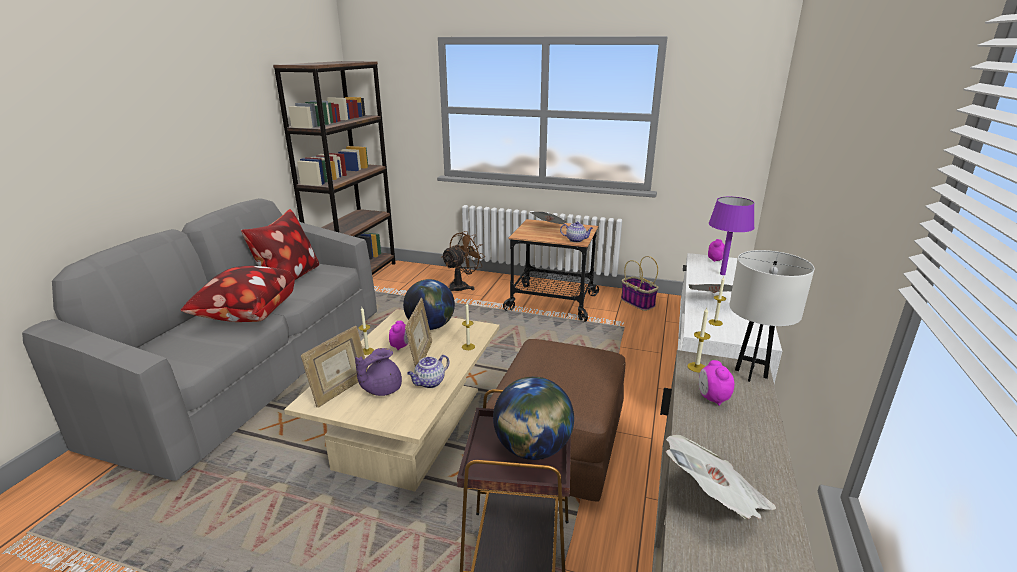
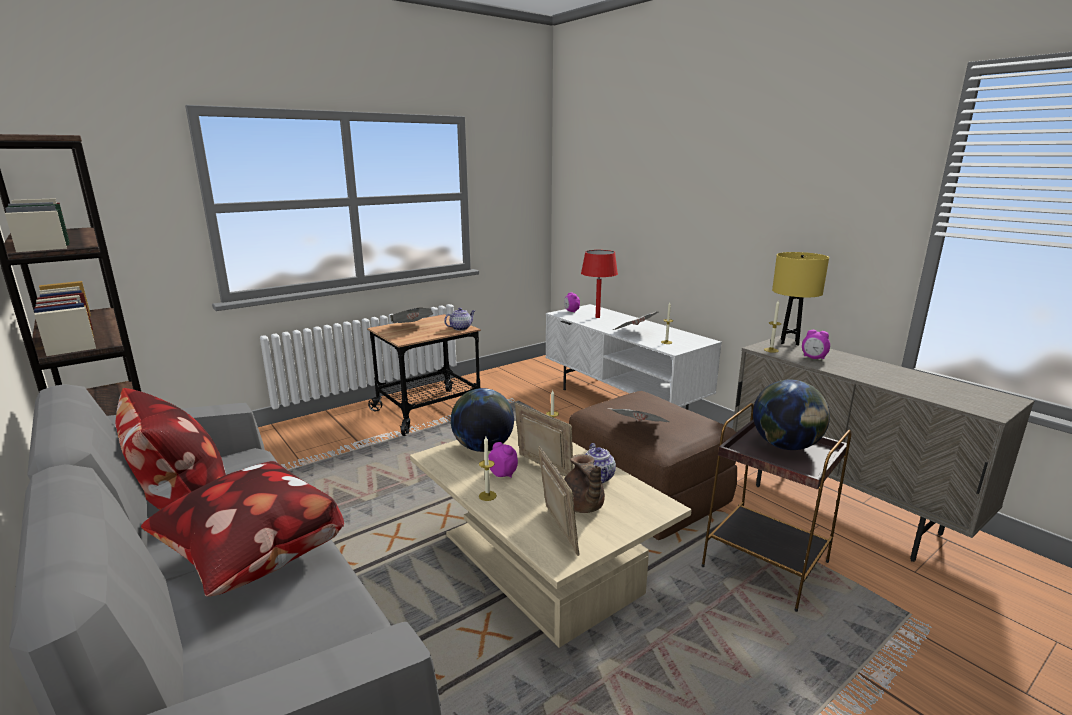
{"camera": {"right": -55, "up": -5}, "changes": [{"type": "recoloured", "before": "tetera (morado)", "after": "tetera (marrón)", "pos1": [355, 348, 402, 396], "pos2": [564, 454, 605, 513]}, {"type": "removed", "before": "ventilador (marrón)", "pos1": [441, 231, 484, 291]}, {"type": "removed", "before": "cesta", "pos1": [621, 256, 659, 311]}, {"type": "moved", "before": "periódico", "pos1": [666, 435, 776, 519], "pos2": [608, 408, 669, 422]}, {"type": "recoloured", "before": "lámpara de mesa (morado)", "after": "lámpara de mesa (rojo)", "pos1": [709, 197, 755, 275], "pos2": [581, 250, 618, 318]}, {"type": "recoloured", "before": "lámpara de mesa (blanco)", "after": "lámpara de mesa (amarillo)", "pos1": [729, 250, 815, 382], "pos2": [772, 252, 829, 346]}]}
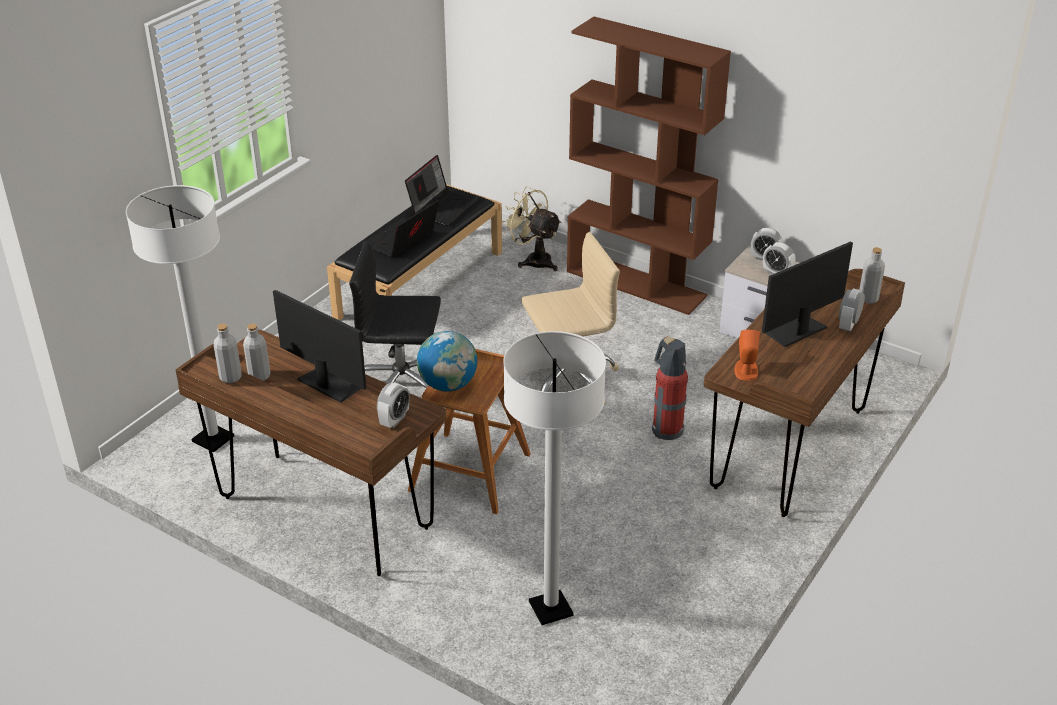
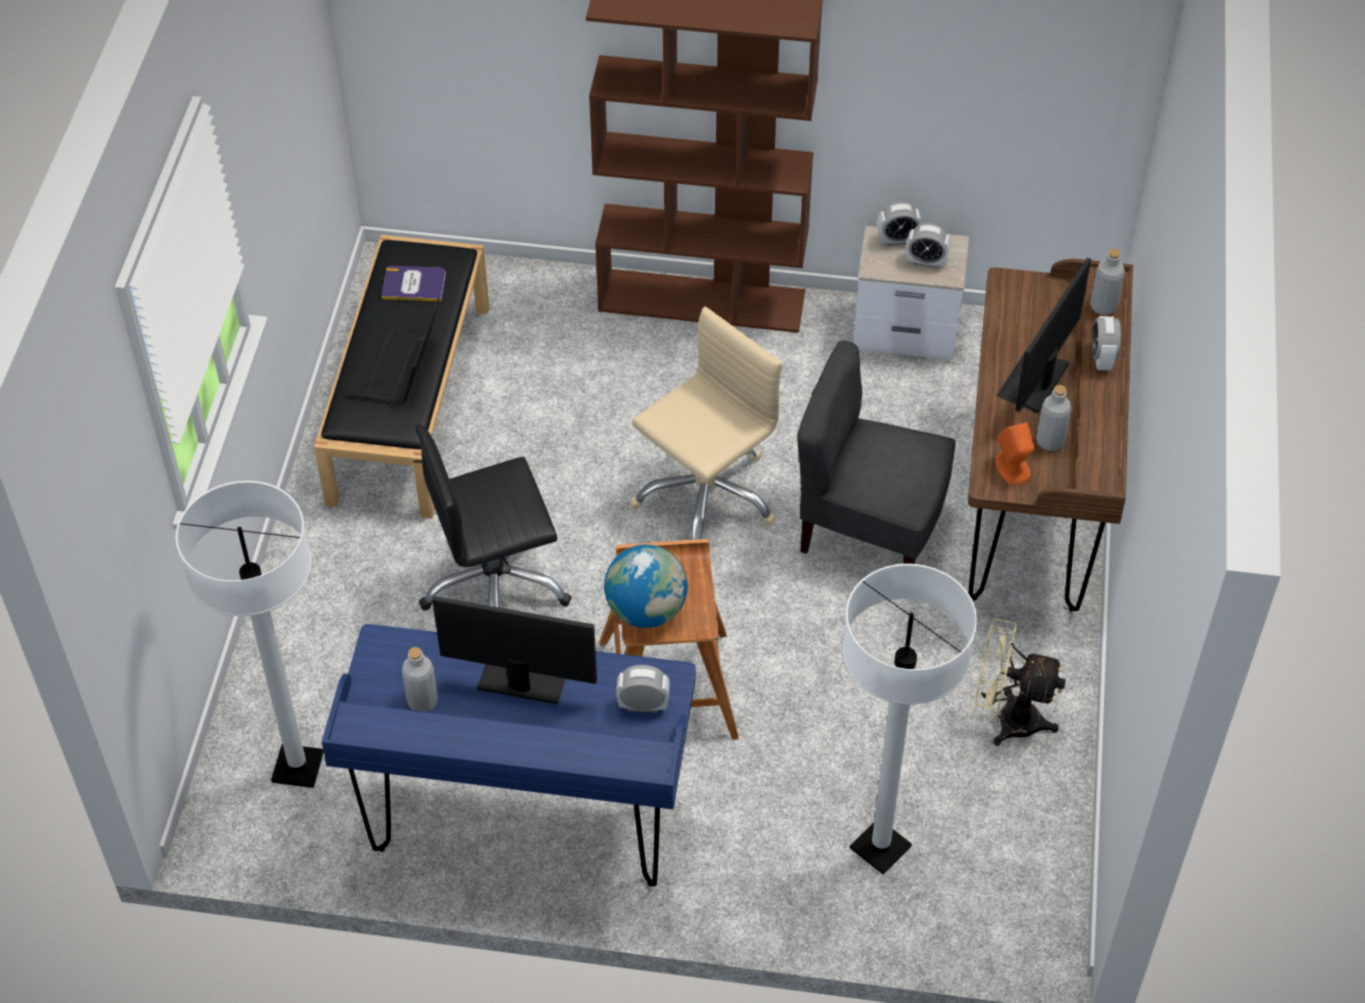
{"camera": {"right": -25, "up": 15}, "changes": [{"type": "recoloured", "before": "escritorio (marrón)", "after": "escritorio (azul)", "pos1": [175, 330, 446, 576], "pos2": [322, 624, 696, 887]}, {"type": "moved", "before": "botella (gris)", "pos1": [214, 324, 242, 383], "pos2": [1036, 385, 1072, 451]}, {"type": "turned", "before": "despertador", "pos1": [377, 382, 410, 428], "pos2": [616, 665, 670, 713], "turn": -90}, {"type": "replaced", "before": "portátil", "after": "libro", "pos1": [405, 155, 479, 226], "pos2": [381, 266, 446, 301]}, {"type": "moved", "before": "ventilador (beis)", "pos1": [501, 186, 562, 271], "pos2": [973, 619, 1066, 746]}, {"type": "replaced", "before": "extintor", "after": "silla (gris)", "pos1": [652, 337, 688, 440], "pos2": [797, 340, 956, 564]}]}
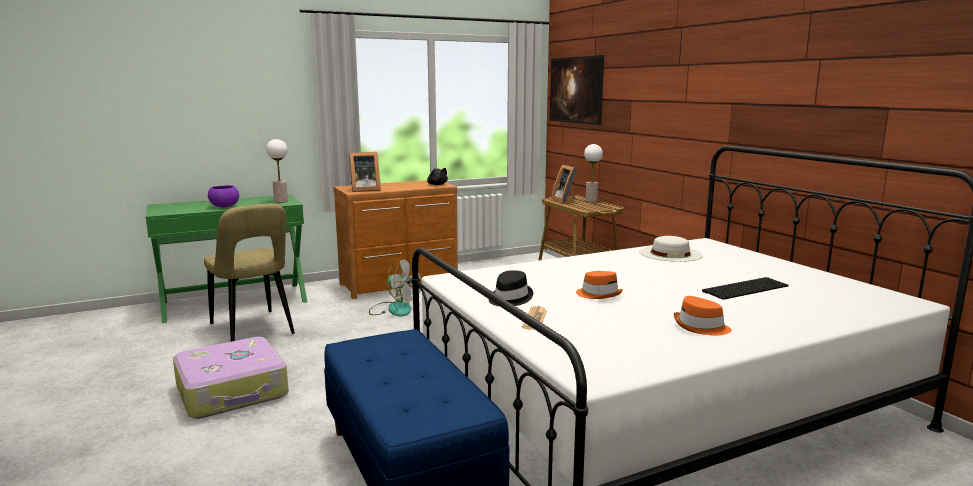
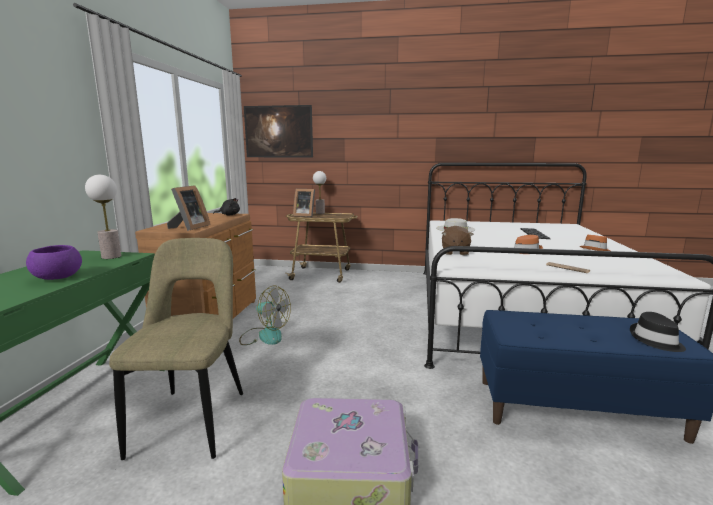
{"camera": {"right": -55, "up": 0}, "changes": [{"type": "turned", "before": "silla (beis)", "pos1": [204, 203, 295, 342], "pos2": [109, 238, 243, 460], "turn": -90}, {"type": "turned", "before": "ventilador", "pos1": [369, 258, 422, 316], "pos2": [239, 286, 291, 345], "turn": 45}, {"type": "moved", "before": "sombrero (negro)", "pos1": [488, 270, 533, 306], "pos2": [630, 312, 686, 352]}, {"type": "added", "after": "peluche (marrón)", "pos2": [442, 226, 473, 255]}]}
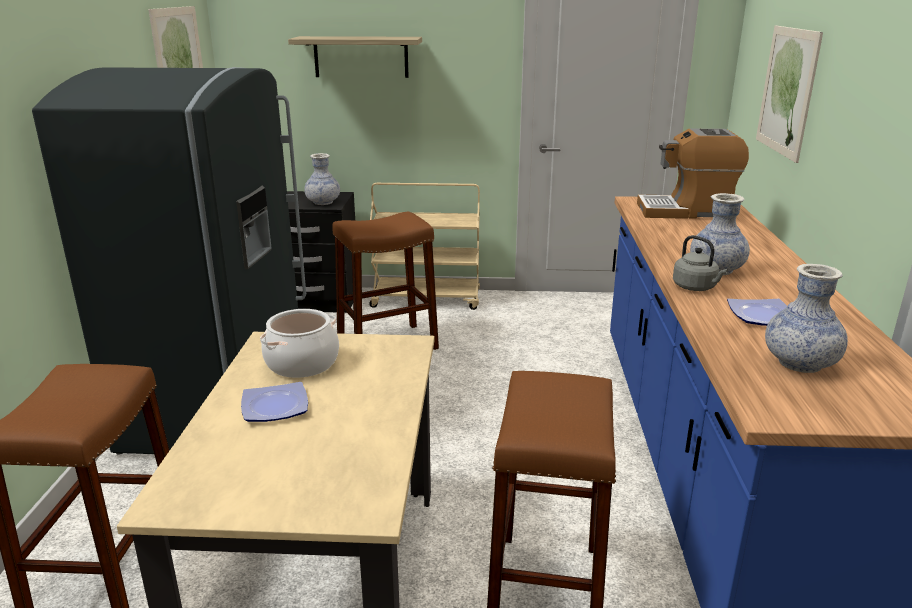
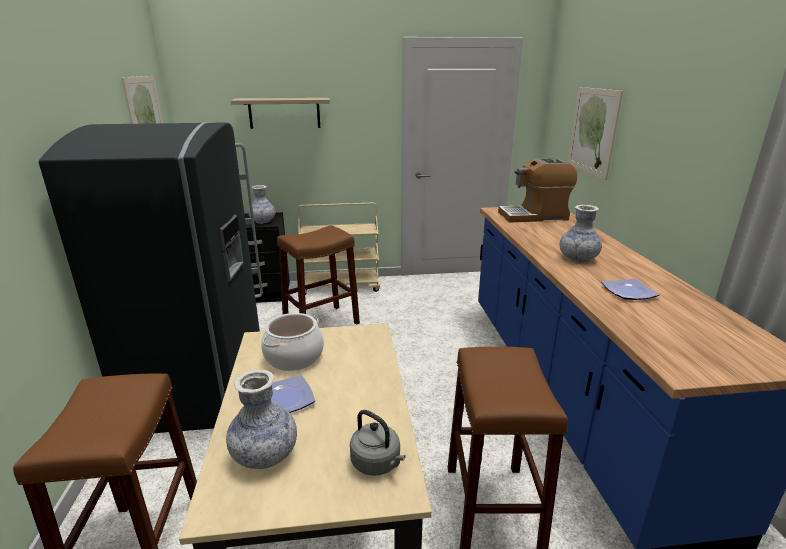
{"camera": {"right": -10, "up": 0}, "changes": [{"type": "moved", "before": "hervidor (gris)", "pos1": [673, 235, 728, 291], "pos2": [350, 410, 406, 476]}, {"type": "moved", "before": "florero", "pos1": [765, 264, 848, 373], "pos2": [226, 370, 297, 469]}]}
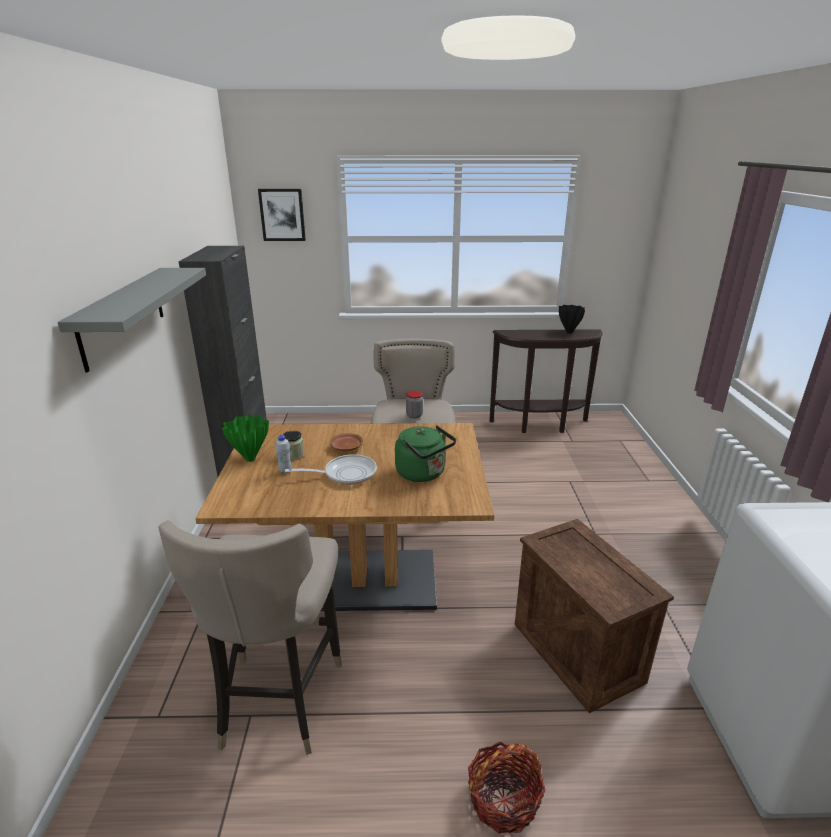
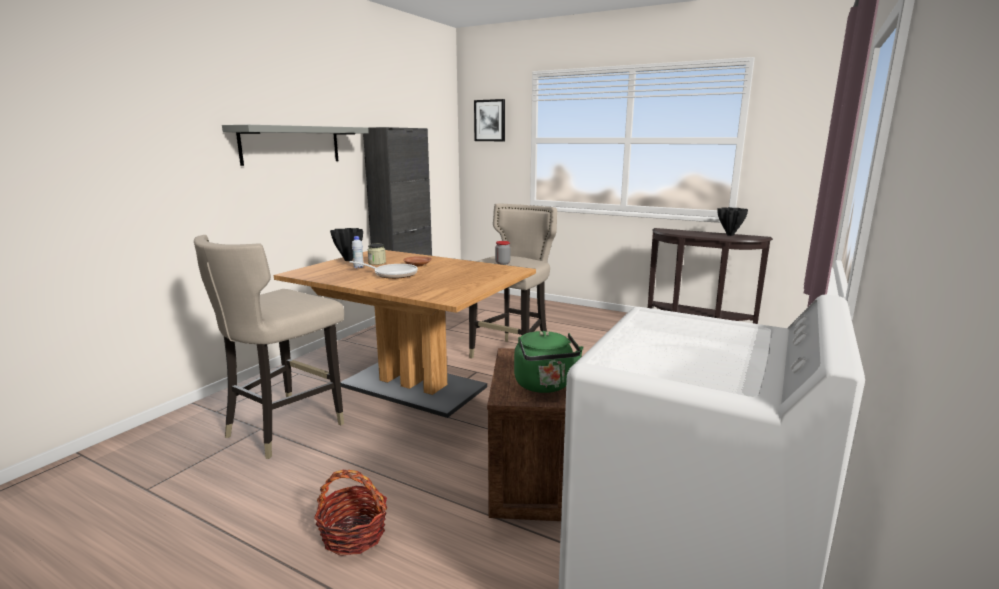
{"camera": {"right": 30, "up": -10}, "changes": [{"type": "recoloured", "before": "florero (verde)", "after": "florero (negro)", "pos1": [222, 414, 269, 462], "pos2": [330, 228, 363, 261]}, {"type": "moved", "before": "hervidor (verde)", "pos1": [395, 425, 456, 482], "pos2": [514, 331, 584, 393]}]}
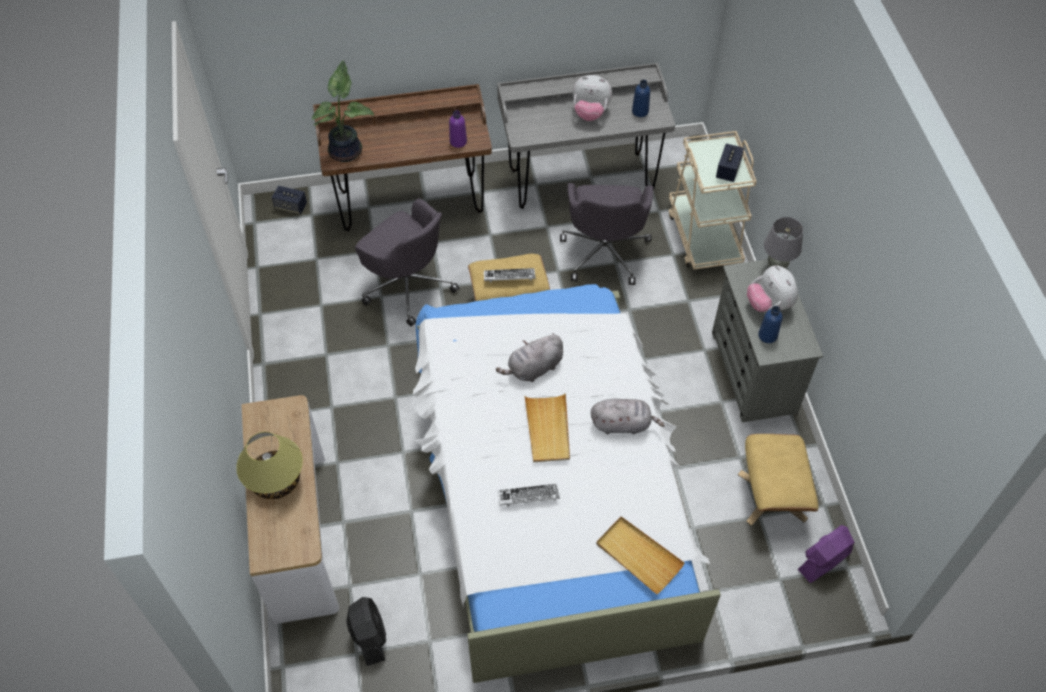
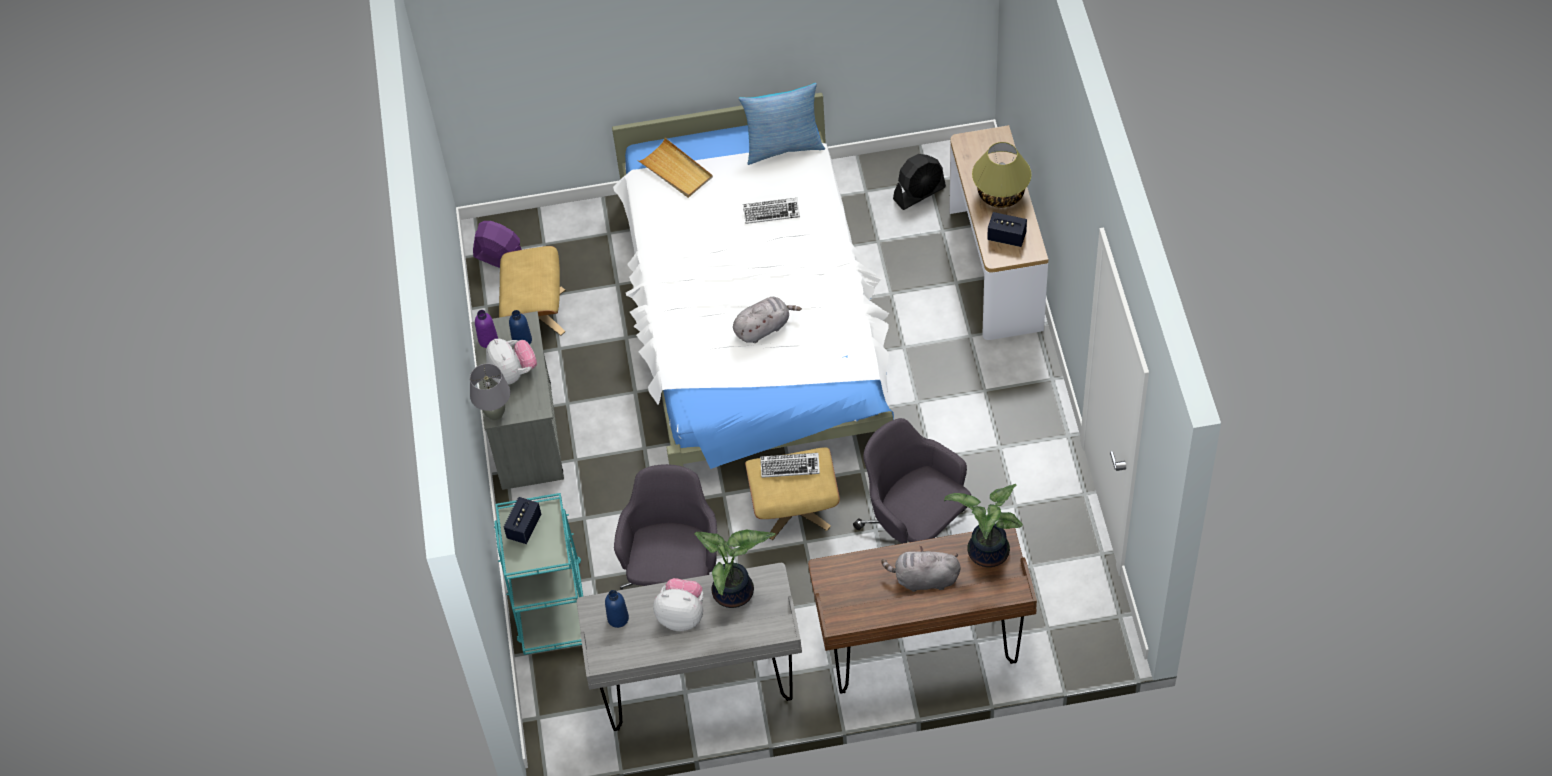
{"camera": {"right": -175, "up": 0}, "changes": [{"type": "moved", "before": "altavoz", "pos1": [272, 186, 307, 214], "pos2": [987, 212, 1027, 247]}, {"type": "turned", "before": "ventilador (negro)", "pos1": [347, 597, 386, 666], "pos2": [893, 154, 946, 210], "turn": -105}, {"type": "moved", "before": "botella (morado)", "pos1": [449, 110, 467, 148], "pos2": [475, 310, 498, 348]}, {"type": "removed", "before": "bandeja (beis)", "pos1": [525, 393, 570, 462]}, {"type": "moved", "before": "peluche (gris)", "pos1": [591, 399, 665, 434], "pos2": [881, 546, 961, 592]}, {"type": "recoloured", "before": "carrito (beis)", "after": "carrito (turquesa)", "pos1": [669, 131, 757, 270], "pos2": [494, 493, 583, 655]}, {"type": "turned", "before": "ventilador (morado)", "pos1": [798, 525, 854, 583], "pos2": [473, 221, 522, 268], "turn": -120}, {"type": "added", "after": "planta en maceta", "pos2": [694, 529, 776, 608]}, {"type": "added", "after": "cojín", "pos2": [739, 83, 825, 165]}]}
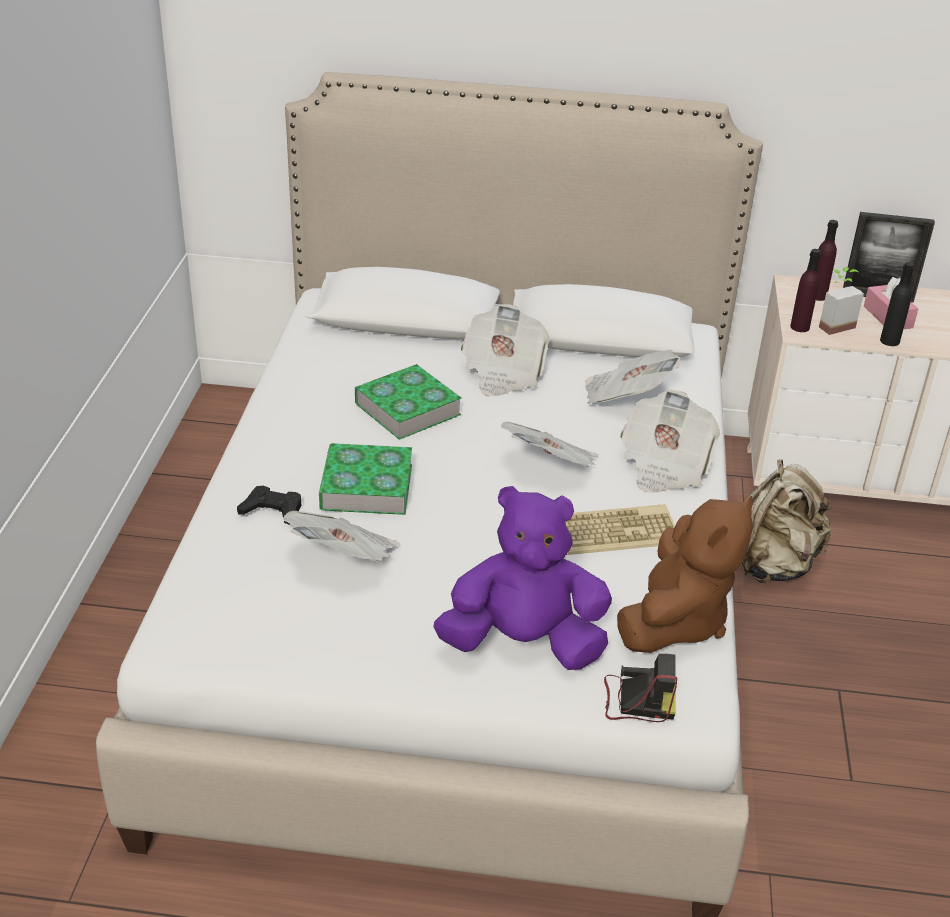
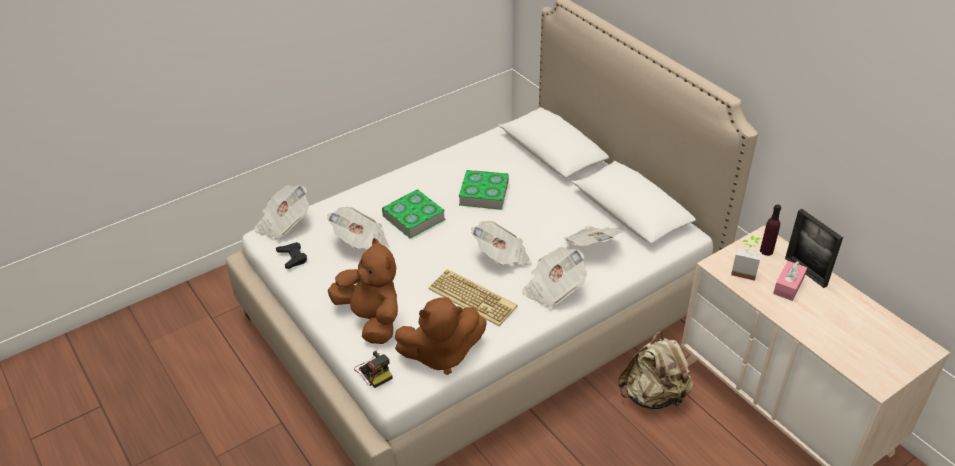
{"camera": {"right": 50, "up": 5}, "changes": [{"type": "moved", "before": "mando de consola (negro)", "pos1": [237, 486, 301, 525], "pos2": [276, 242, 307, 269]}, {"type": "recoloured", "before": "peluche (morado)", "after": "peluche (marrón)", "pos1": [433, 486, 612, 670], "pos2": [328, 238, 398, 344]}, {"type": "moved", "before": "periódico", "pos1": [461, 304, 550, 396], "pos2": [254, 185, 309, 240]}, {"type": "removed", "before": "botella (morado)", "pos1": [790, 249, 821, 332]}, {"type": "removed", "before": "botella (negro)", "pos1": [880, 262, 915, 346]}]}
